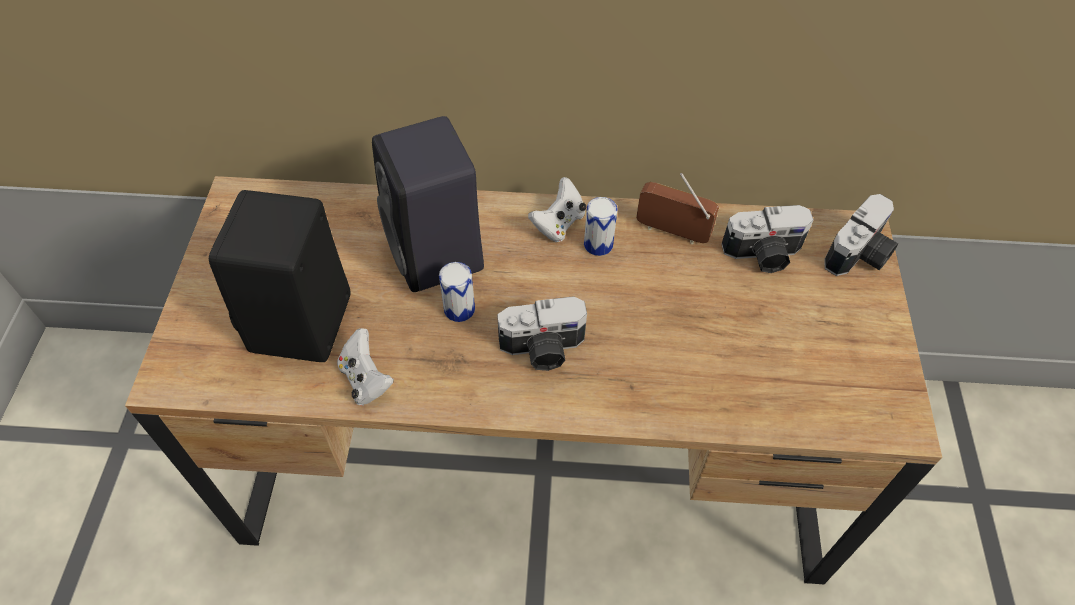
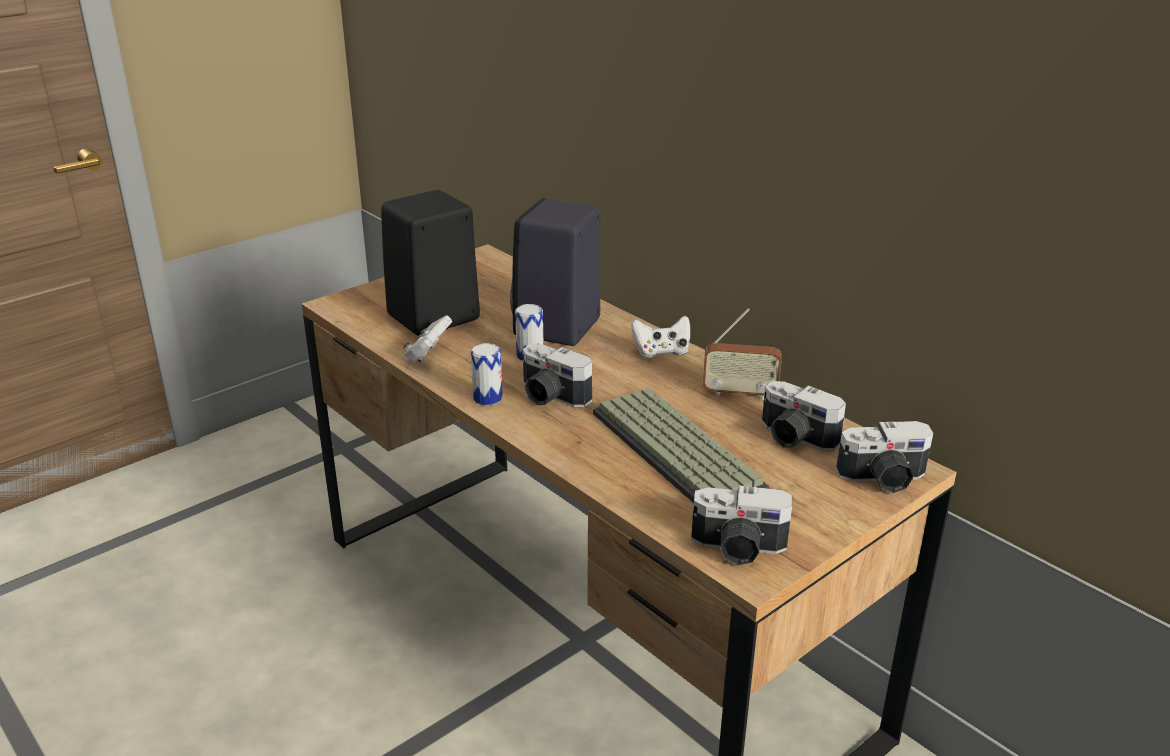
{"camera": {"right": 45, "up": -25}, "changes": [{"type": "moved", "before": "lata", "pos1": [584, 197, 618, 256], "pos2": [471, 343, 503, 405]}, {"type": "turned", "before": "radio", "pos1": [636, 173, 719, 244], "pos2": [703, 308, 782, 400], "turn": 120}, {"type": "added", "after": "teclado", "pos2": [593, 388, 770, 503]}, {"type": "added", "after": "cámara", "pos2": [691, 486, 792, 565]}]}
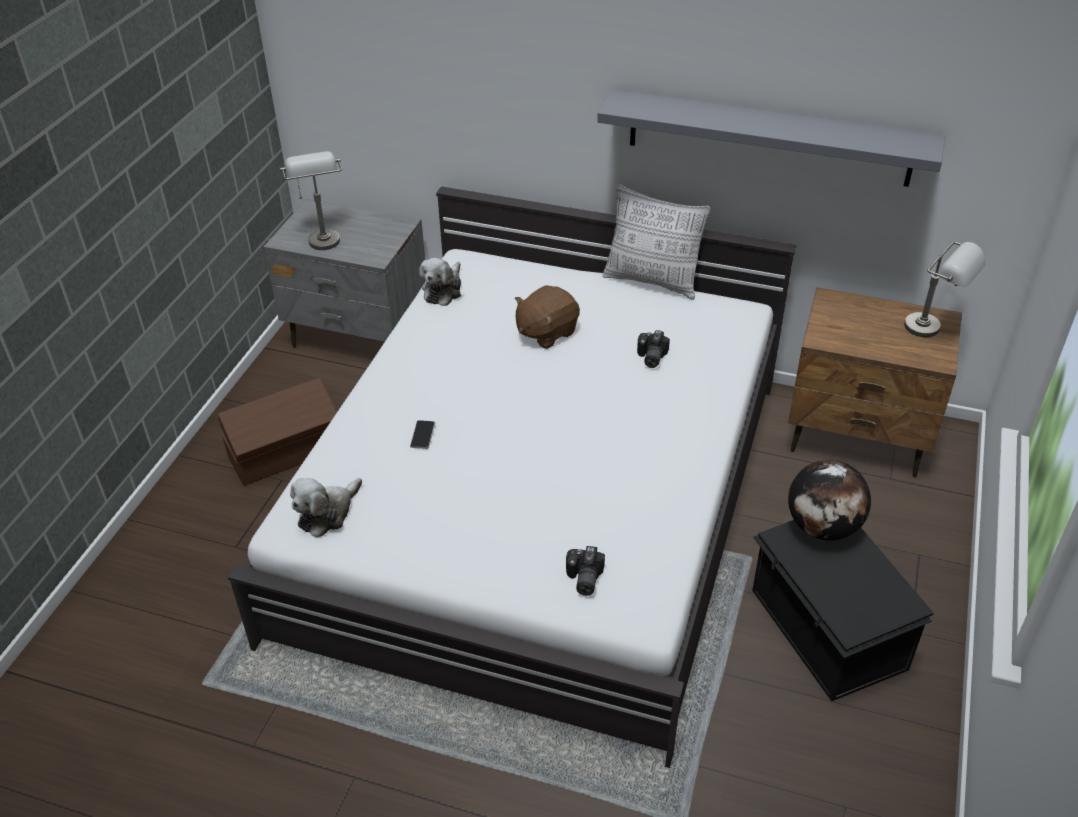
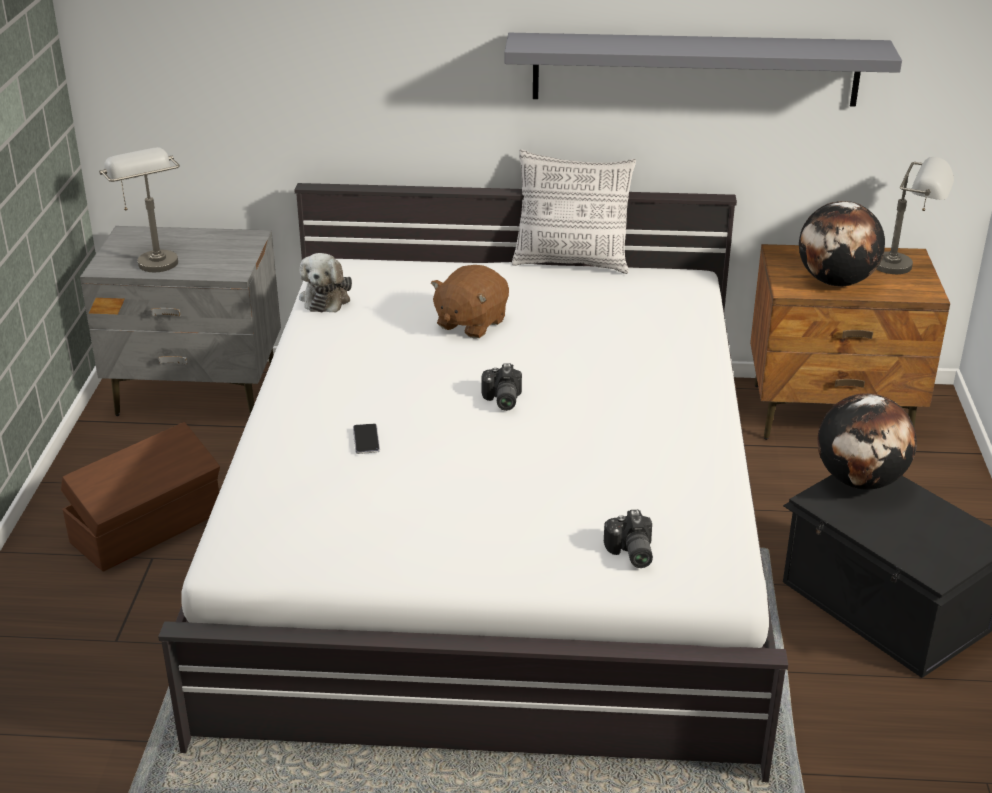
{"camera": {"right": -15, "up": -10}, "changes": [{"type": "removed", "before": "peluche", "pos1": [290, 478, 362, 538]}, {"type": "moved", "before": "cámara", "pos1": [637, 330, 670, 368], "pos2": [482, 363, 522, 411]}, {"type": "added", "after": "globo terráqueo", "pos2": [799, 201, 885, 286]}]}
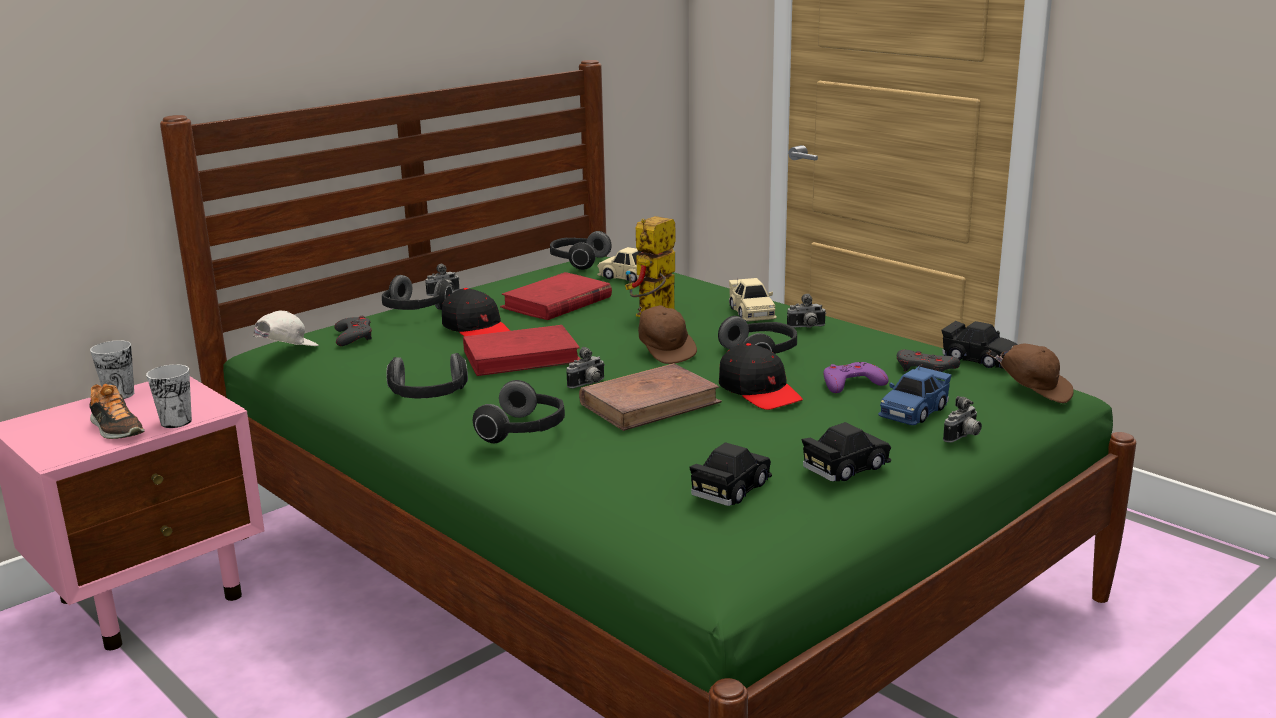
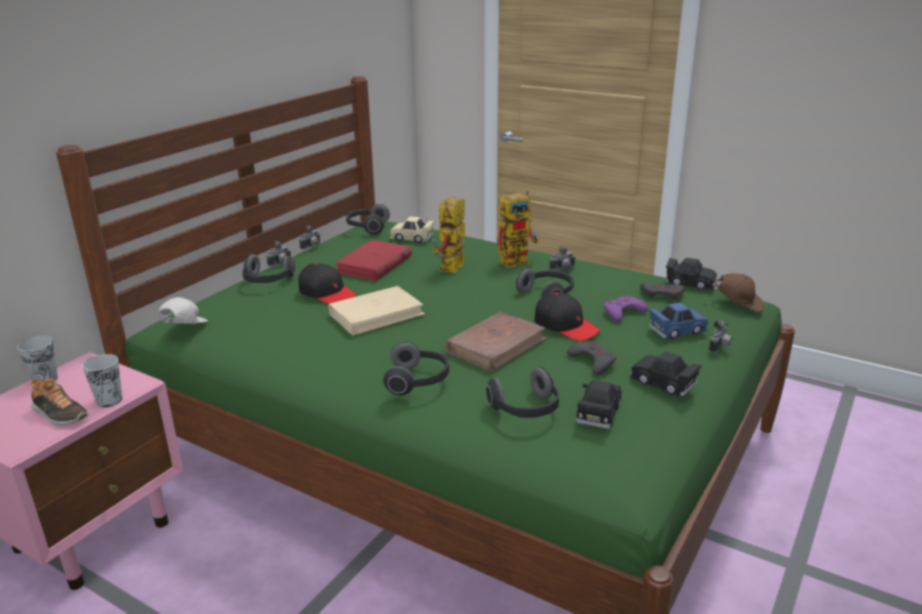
{"camera": {"right": -15, "up": 5}, "changes": [{"type": "moved", "before": "mando de consola (gris)", "pos1": [334, 316, 372, 346], "pos2": [567, 341, 616, 375]}, {"type": "moved", "before": "auriculares", "pos1": [386, 353, 468, 398], "pos2": [485, 367, 559, 418]}, {"type": "recoloured", "before": "libro (rojo)", "after": "libro (beis)", "pos1": [463, 325, 580, 376], "pos2": [329, 286, 425, 336]}, {"type": "moved", "before": "cámara", "pos1": [566, 347, 605, 388], "pos2": [299, 225, 320, 250]}, {"type": "removed", "before": "gorra (marrón)", "pos1": [638, 305, 697, 364]}, {"type": "replaced", "before": "coche de juguete (beis)", "after": "robot de juguete", "pos1": [729, 278, 777, 321], "pos2": [496, 190, 539, 268]}, {"type": "turned", "before": "coche de juguete (negro)", "pos1": [802, 422, 891, 481], "pos2": [630, 351, 702, 396], "turn": -90}, {"type": "turned", "before": "coche de juguete (azul)", "pos1": [878, 366, 952, 425], "pos2": [649, 302, 709, 339], "turn": -135}]}
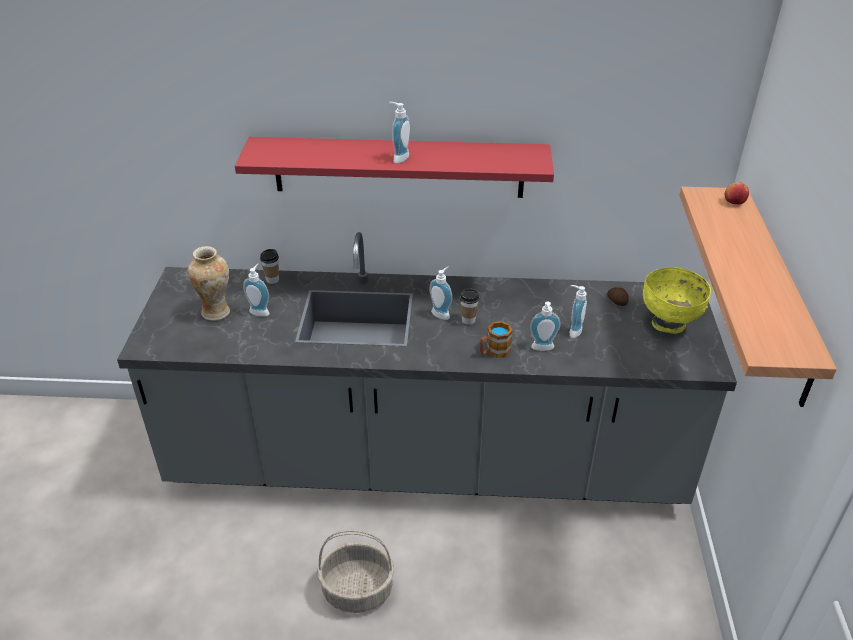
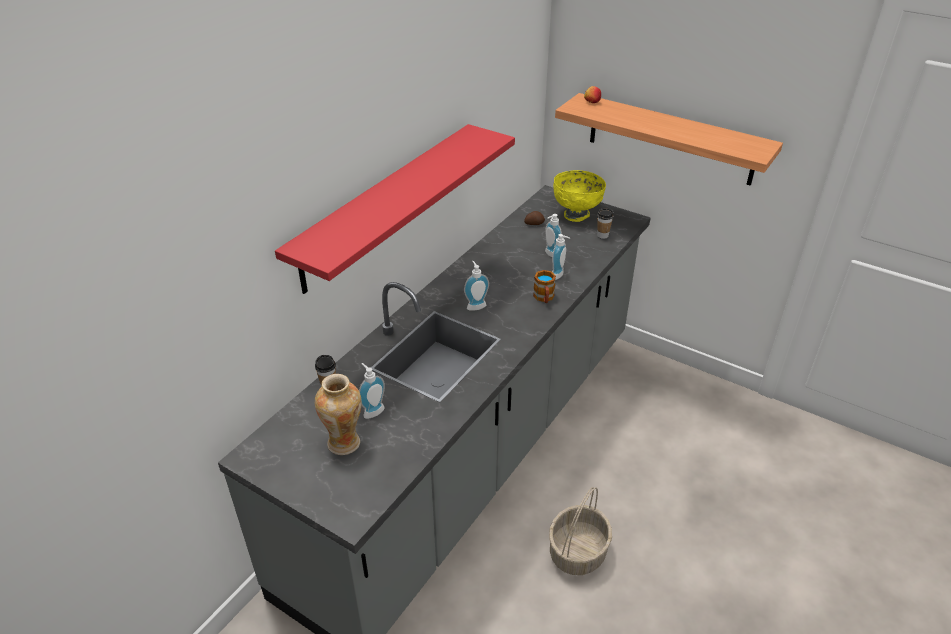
{"camera": {"right": -60, "up": 0}, "changes": [{"type": "removed", "before": "dispensador de jabón", "pos1": [389, 102, 410, 163]}, {"type": "moved", "before": "taza", "pos1": [460, 289, 479, 325], "pos2": [597, 208, 614, 239]}]}
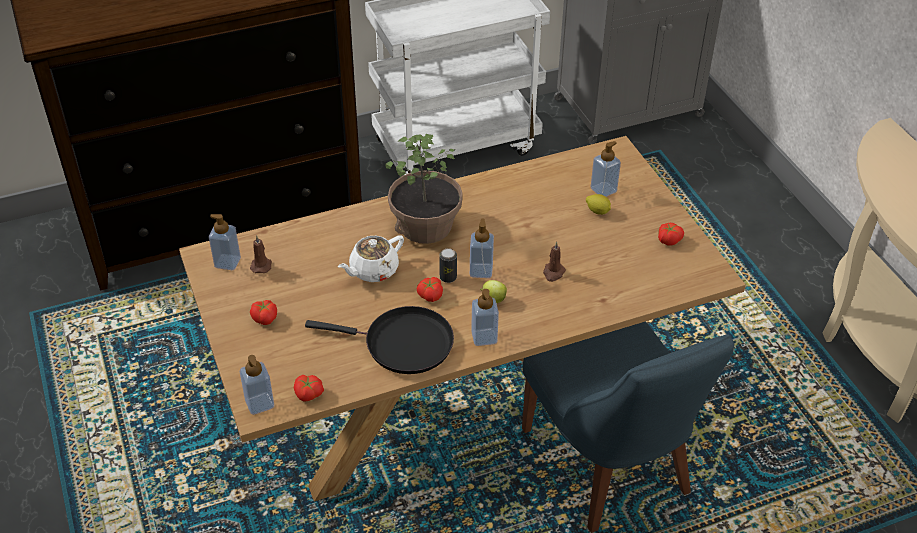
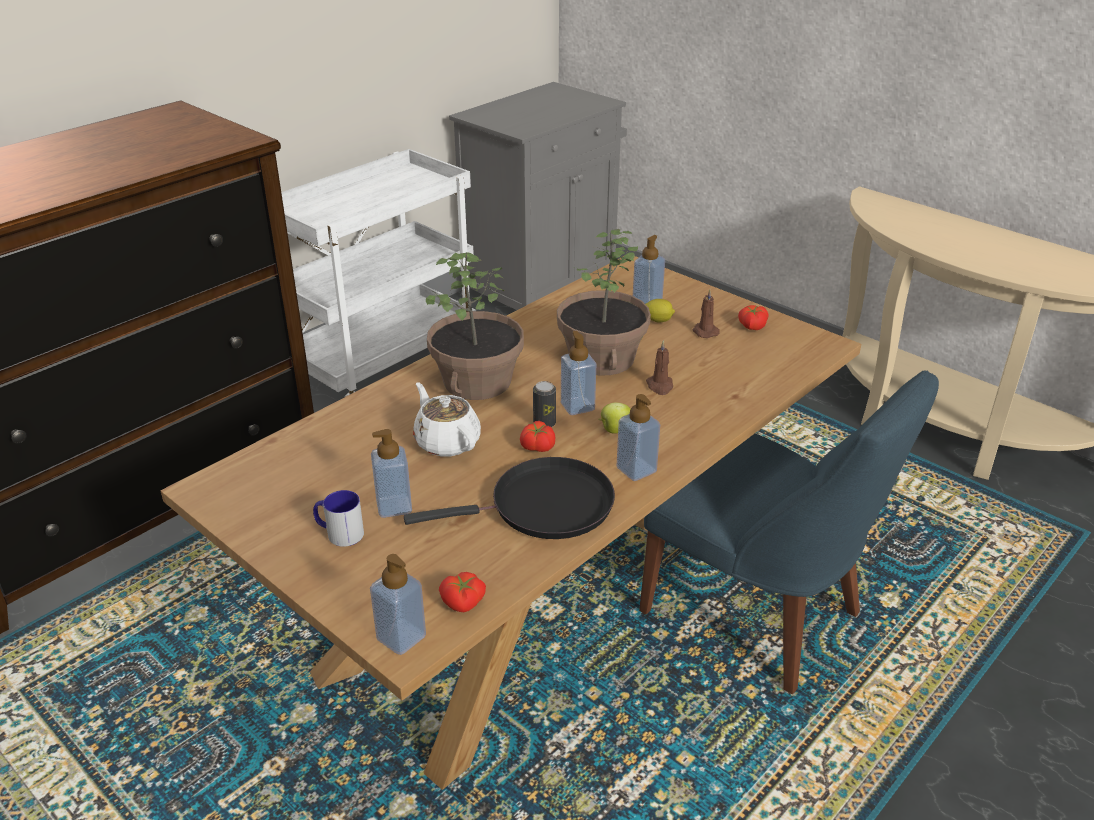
{"camera": {"right": -25, "up": -10}, "changes": [{"type": "moved", "before": "dispensador de jabón", "pos1": [209, 214, 241, 270], "pos2": [371, 429, 412, 518]}, {"type": "moved", "before": "vela (marrón)", "pos1": [250, 235, 272, 273], "pos2": [693, 289, 720, 338]}, {"type": "replaced", "before": "tomate", "after": "taza grande", "pos1": [250, 300, 277, 325], "pos2": [313, 490, 364, 547]}, {"type": "turned", "before": "tetera (blanco)", "pos1": [338, 235, 404, 282], "pos2": [413, 382, 481, 457], "turn": 120}, {"type": "added", "after": "planta en maceta", "pos2": [557, 229, 651, 376]}]}
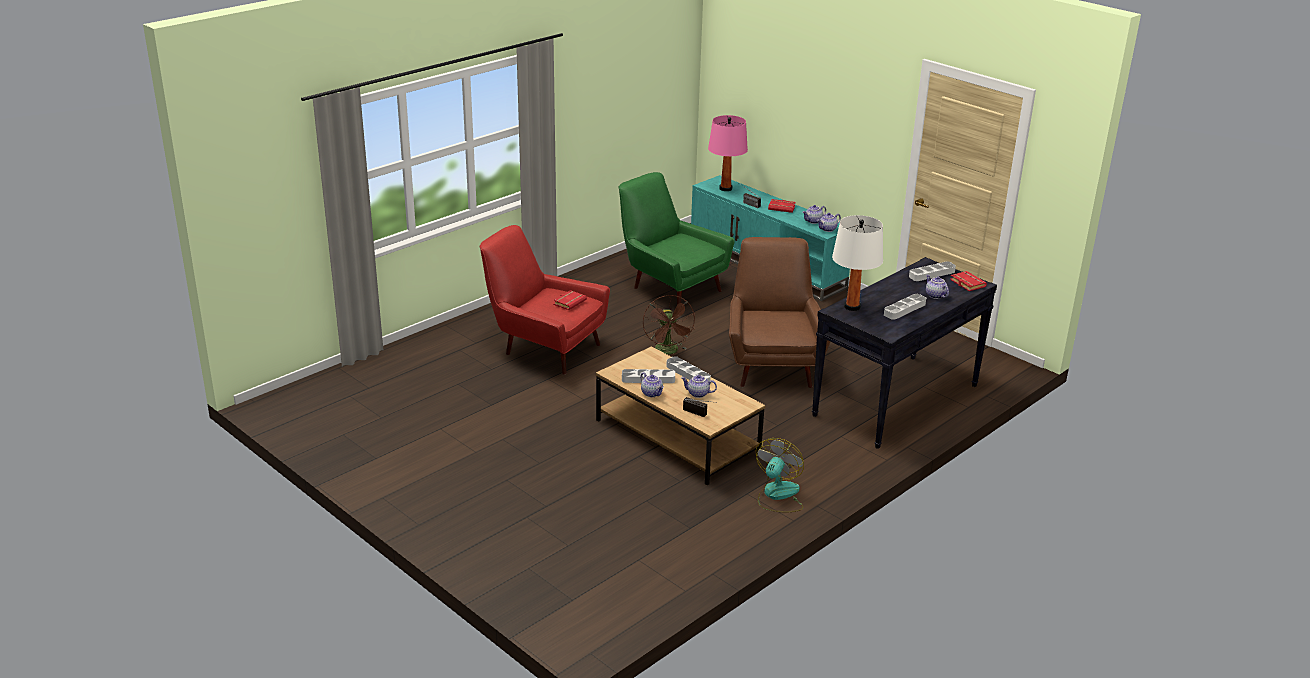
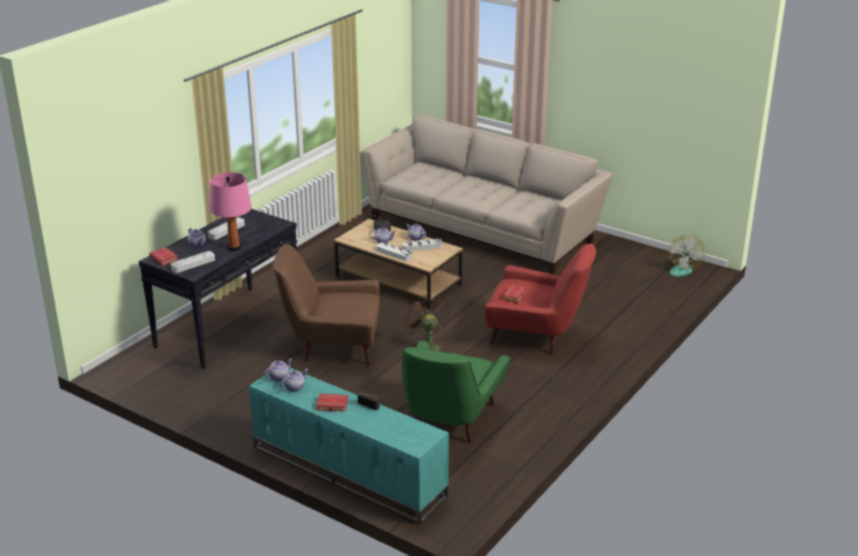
{"camera": {"right": 170, "up": 0}, "changes": [{"type": "turned", "before": "sillón (verde)", "pos1": [618, 172, 735, 304], "pos2": [402, 341, 511, 443], "turn": 75}, {"type": "moved", "before": "lámpara de mesa (rosa)", "pos1": [708, 115, 748, 191], "pos2": [210, 172, 252, 251]}, {"type": "turned", "before": "sillón (marrón)", "pos1": [729, 237, 830, 388], "pos2": [273, 244, 380, 366], "turn": 105}, {"type": "moved", "before": "ventilador", "pos1": [756, 438, 804, 513], "pos2": [662, 235, 705, 277]}, {"type": "removed", "before": "lámpara de mesa (blanco)", "pos1": [832, 215, 883, 311]}, {"type": "added", "after": "sofá (beis)", "pos2": [362, 114, 612, 275]}]}
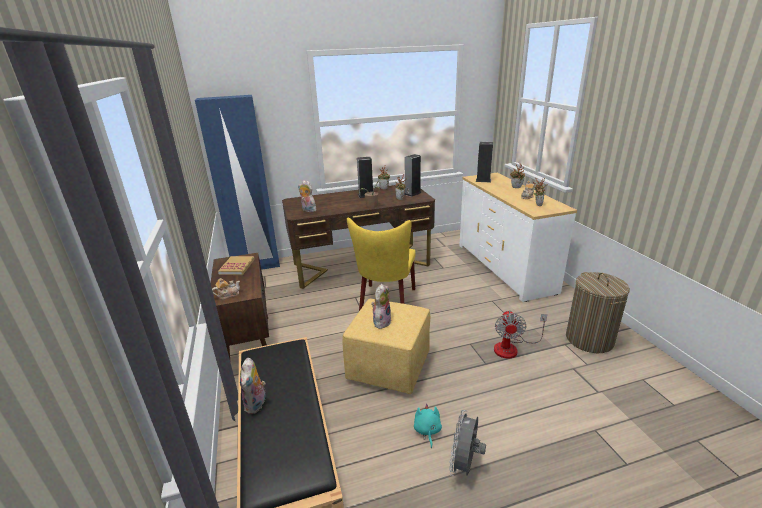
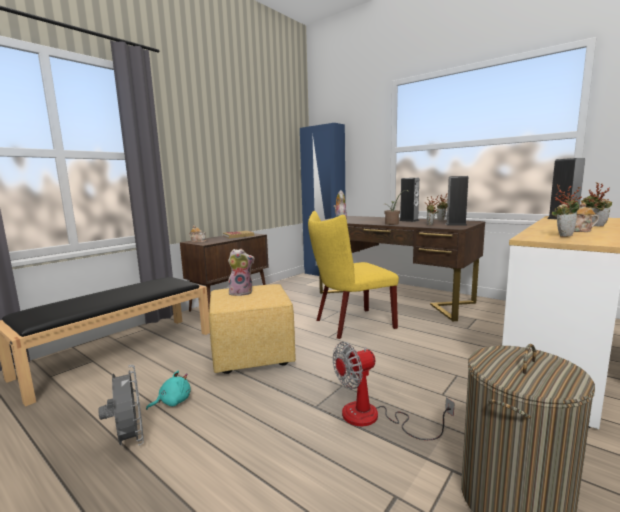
{"camera": {"right": 55, "up": -15}, "changes": [{"type": "removed", "before": "peluche", "pos1": [240, 358, 266, 414]}, {"type": "turned", "before": "ventilador (gris)", "pos1": [449, 410, 486, 476], "pos2": [98, 365, 144, 446], "turn": 75}]}
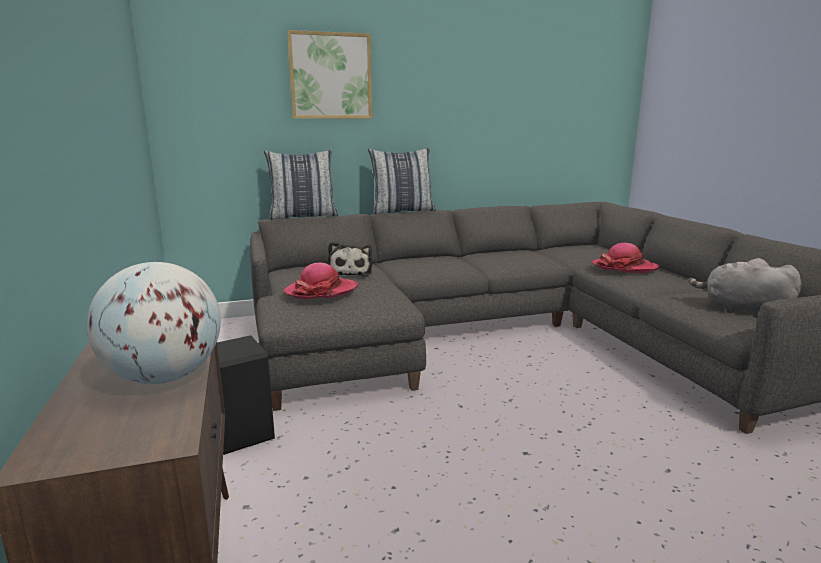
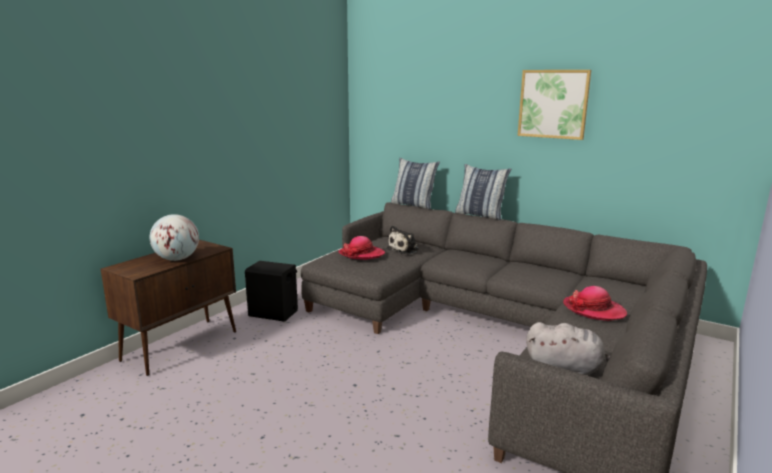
{"camera": {"right": 50, "up": 0}, "changes": [{"type": "moved", "before": "cuadro", "pos1": [287, 30, 372, 119], "pos2": [518, 70, 591, 140]}, {"type": "turned", "before": "peluche (gris)", "pos1": [688, 258, 802, 313], "pos2": [526, 322, 610, 375], "turn": 120}]}
